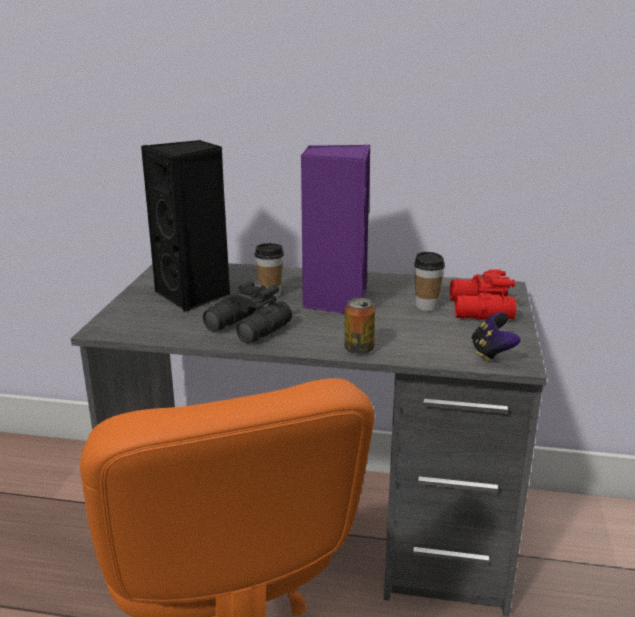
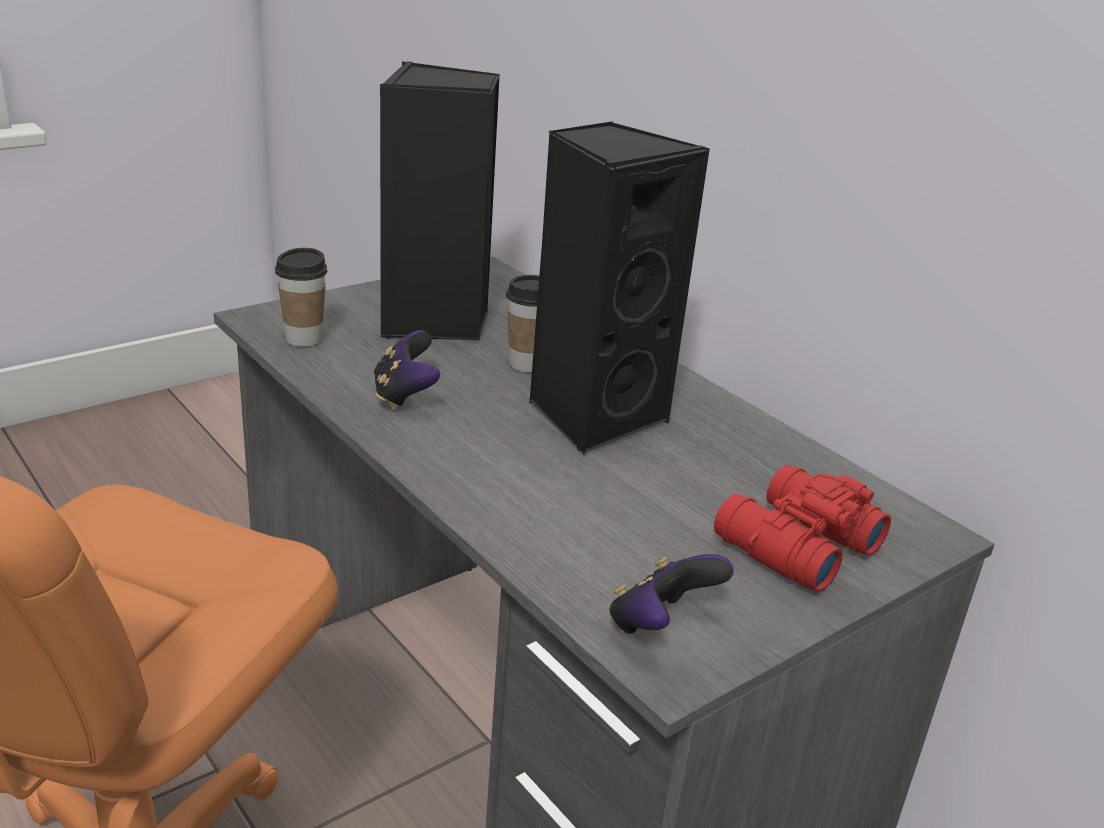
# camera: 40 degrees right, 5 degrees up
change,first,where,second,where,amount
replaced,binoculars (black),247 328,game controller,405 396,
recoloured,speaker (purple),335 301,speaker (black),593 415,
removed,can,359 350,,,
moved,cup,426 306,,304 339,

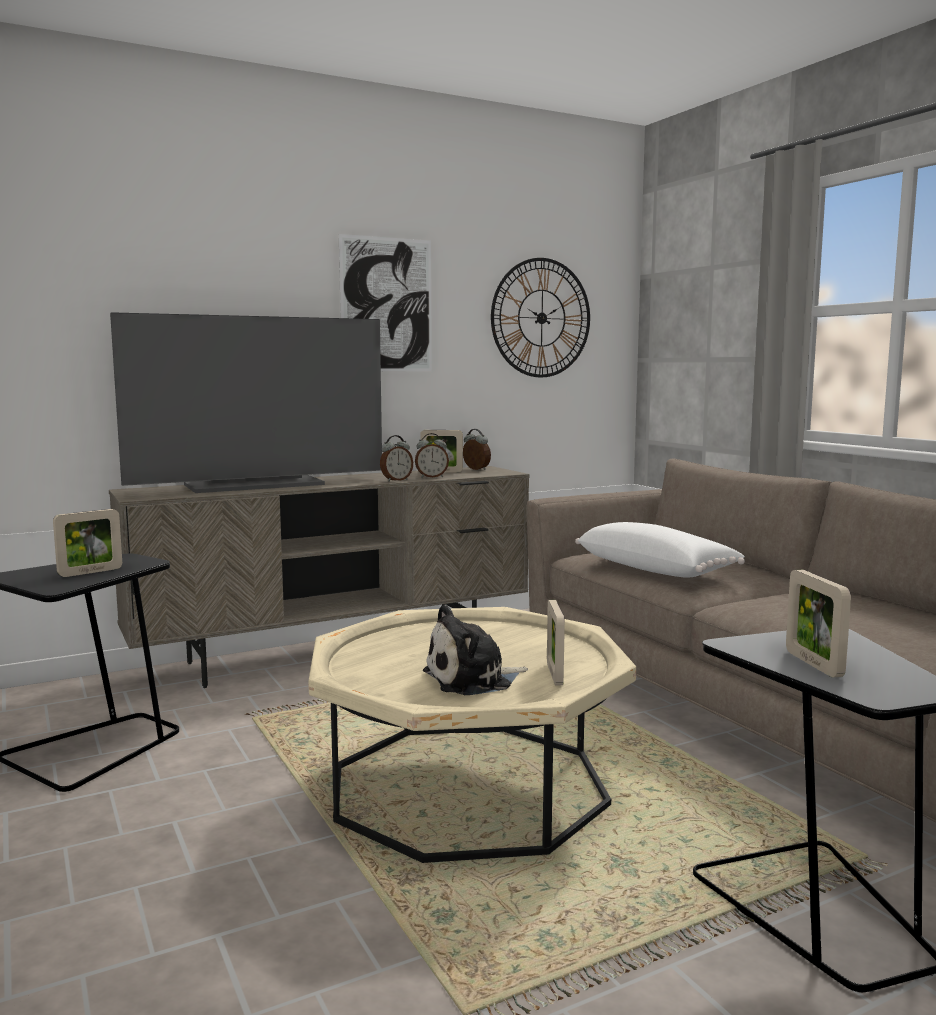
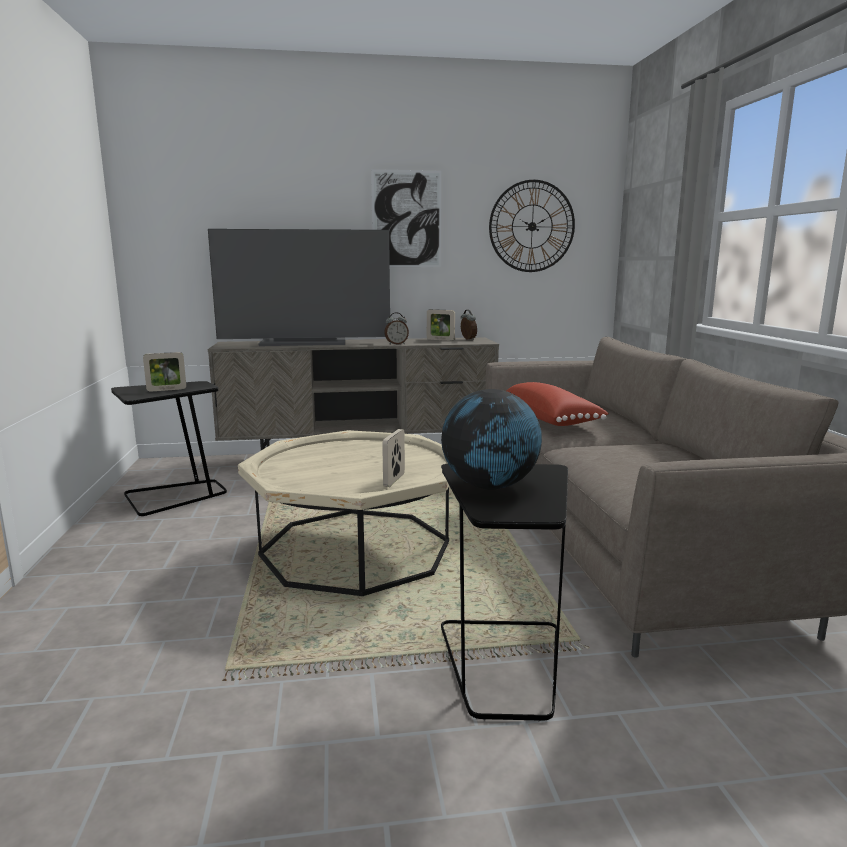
# camera: 20 degrees right, 5 degrees up
change,first,where,second,where,amount
removed,alarm clock,431 477,,,
removed,plush toy,473 680,,,
recoloured,pillow (white),656 570,pillow (red),551 419,
replaced,picture frame,813 664,globe,490 486,

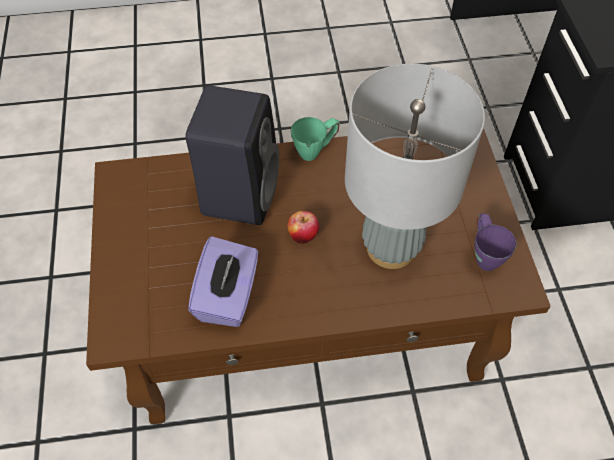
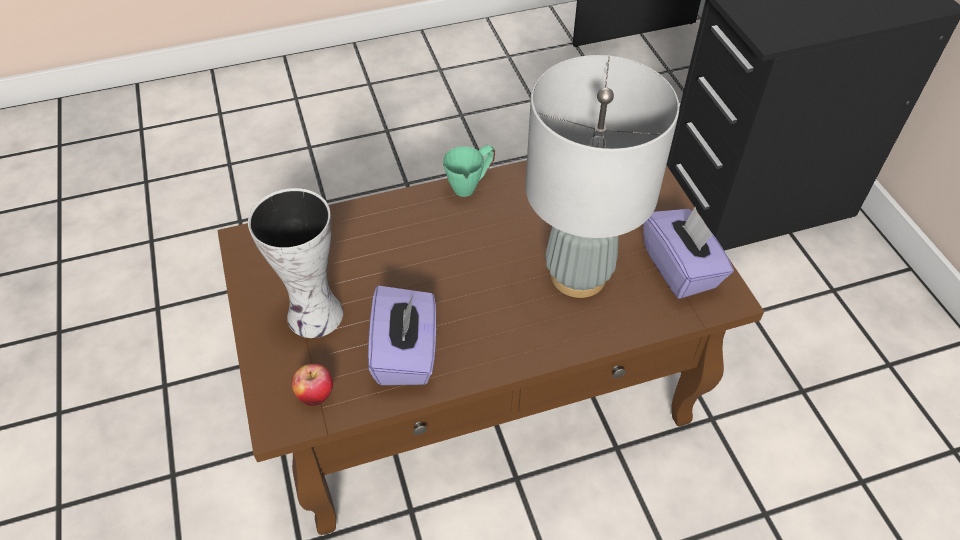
# camera: 10 degrees left, 5 degrees down
change,first,where,second,where,amount
removed,speaker (black),240 192,,,
moved,apple,303 236,,316 395,
replaced,mug (purple),484 254,tissue box (purple),680 268,
added,,,vase,312 316,

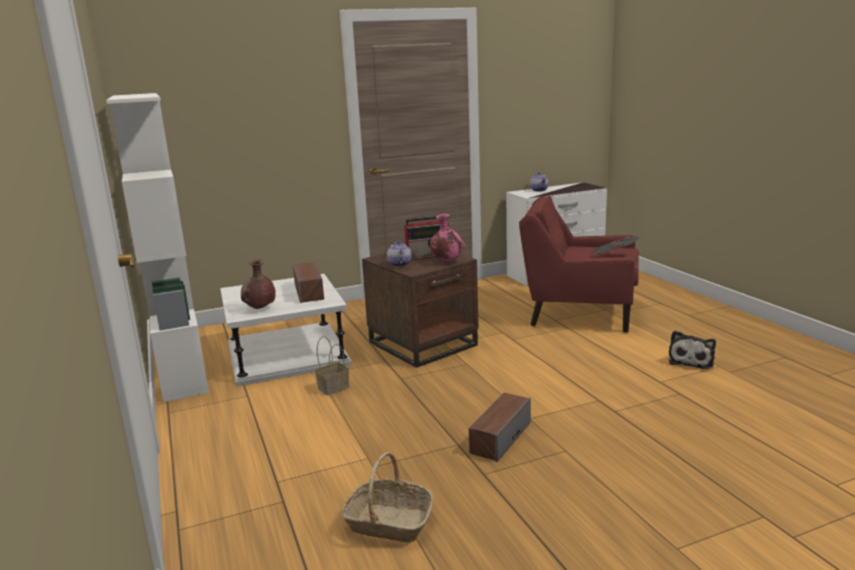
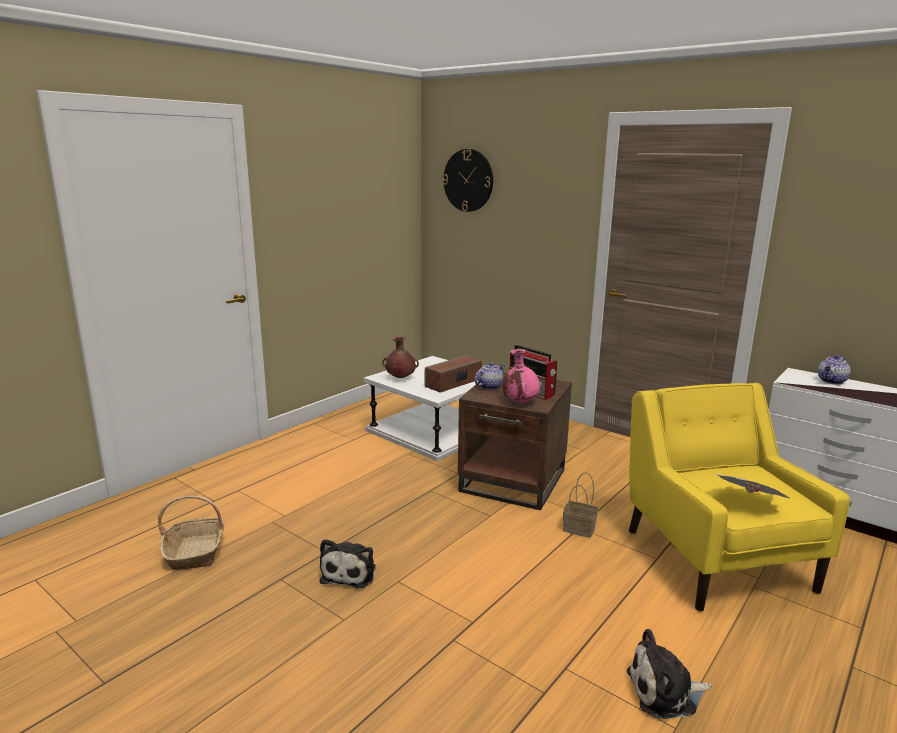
# camera: 60 degrees right, 0 degrees up
change,first,where,second,where,amount
removed,bookcase (white),180 367,,,
moved,basket,333 388,,577 529,
replaced,speaker,500 437,plush toy,350 572,
recoloured,armchair (red),578 313,armchair (yellow),715 557,
added,,,wall clock,468 180,

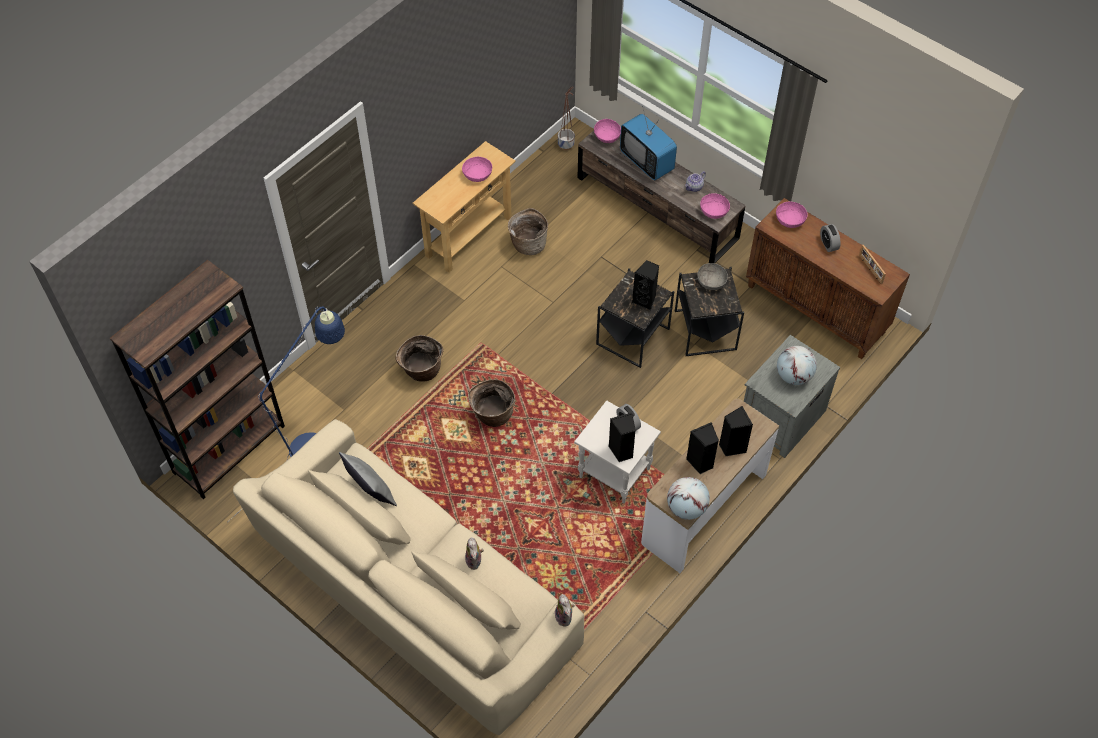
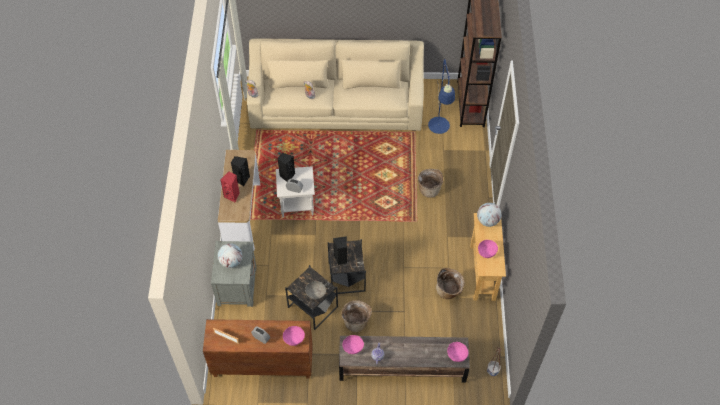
# camera: 140 degrees right, 0 degrees up
change,first,where,second,where,amount
removed,pillow (grey),370 492,,,
moved,basket,492 414,,356 321,
removed,television,647 161,,,
moved,globe,686 508,,487 221,
recoloured,speaker (black),731 446,speaker (red),232 195,

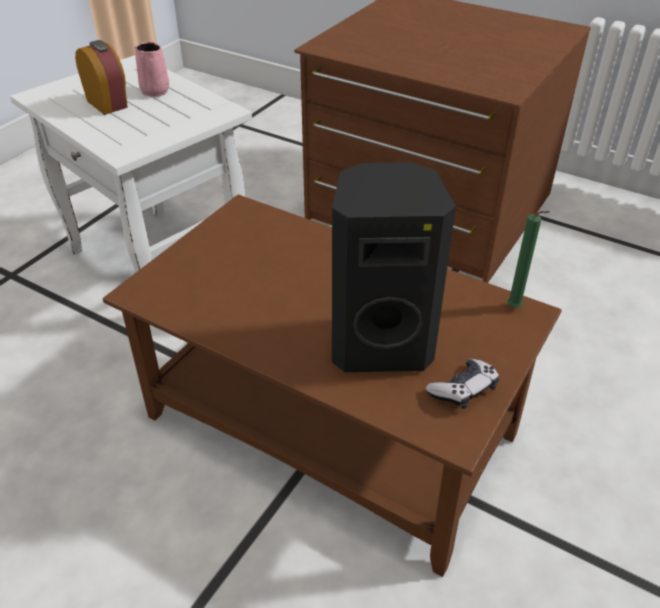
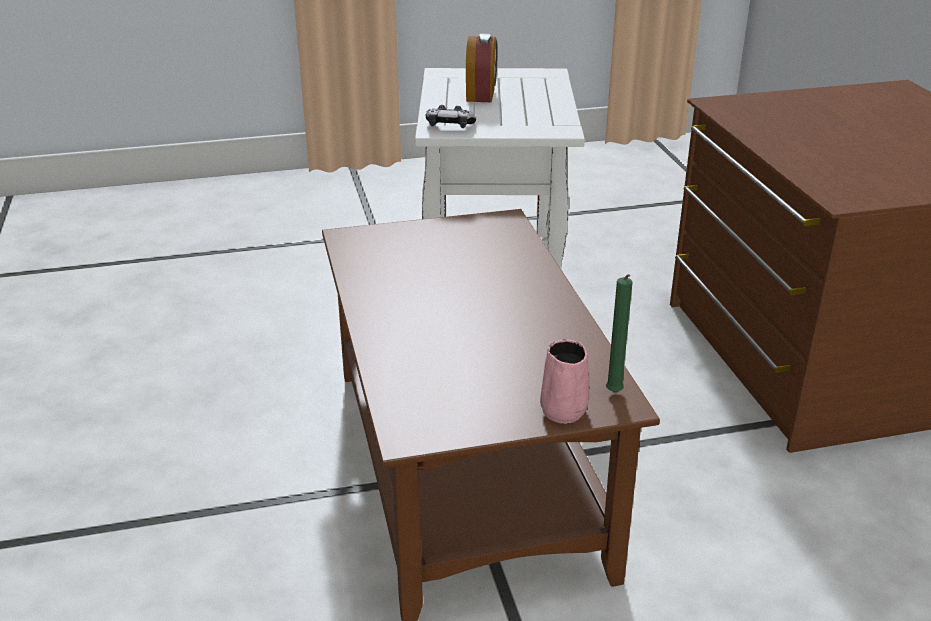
# camera: 45 degrees right, 10 degrees down
change,first,where,second,where,amount
moved,mug (pink),154 90,,564 409,
removed,speaker (black),380 344,,,
moved,game controller,463 390,,449 126,

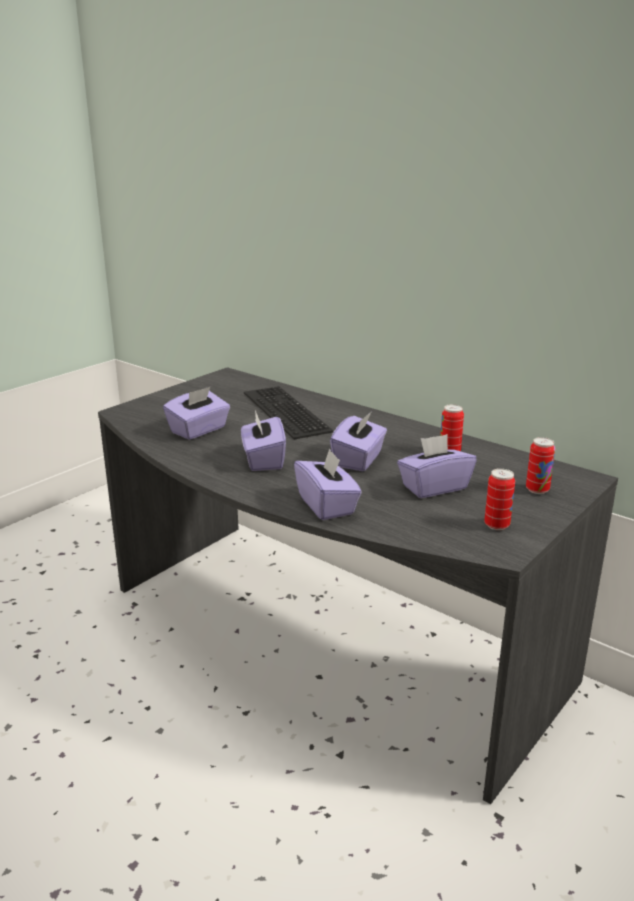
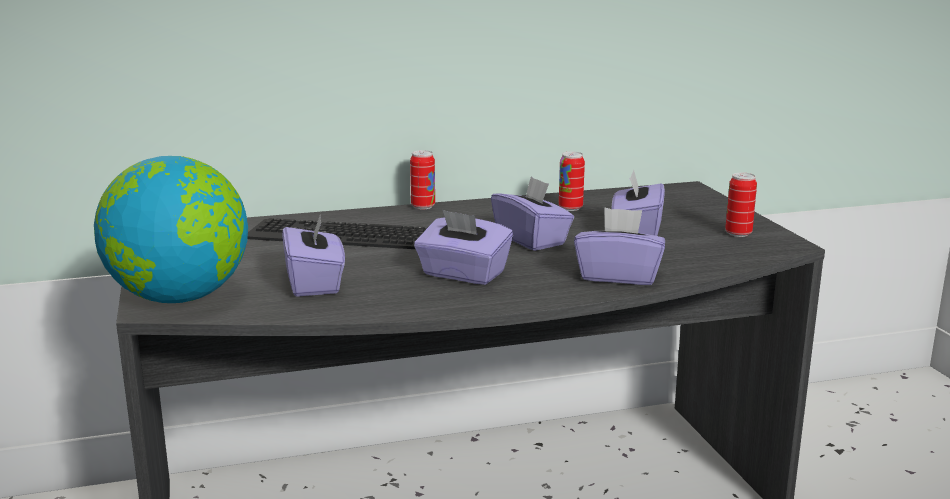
# camera: 55 degrees left, 5 degrees down
change,first,where,second,where,amount
moved,can,537 490,,423 206,
added,,,globe,180 298,

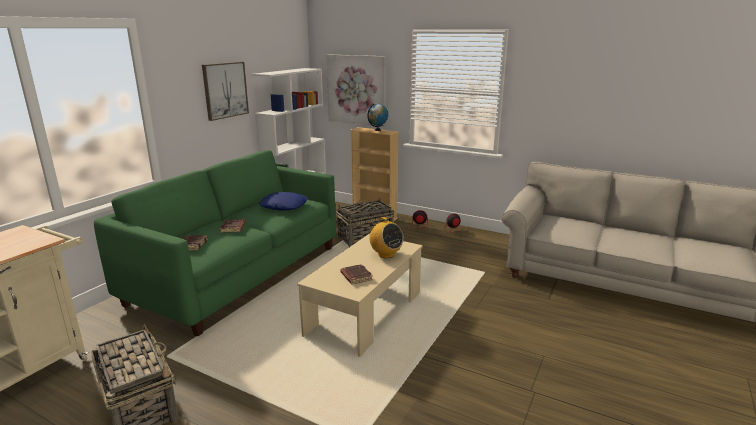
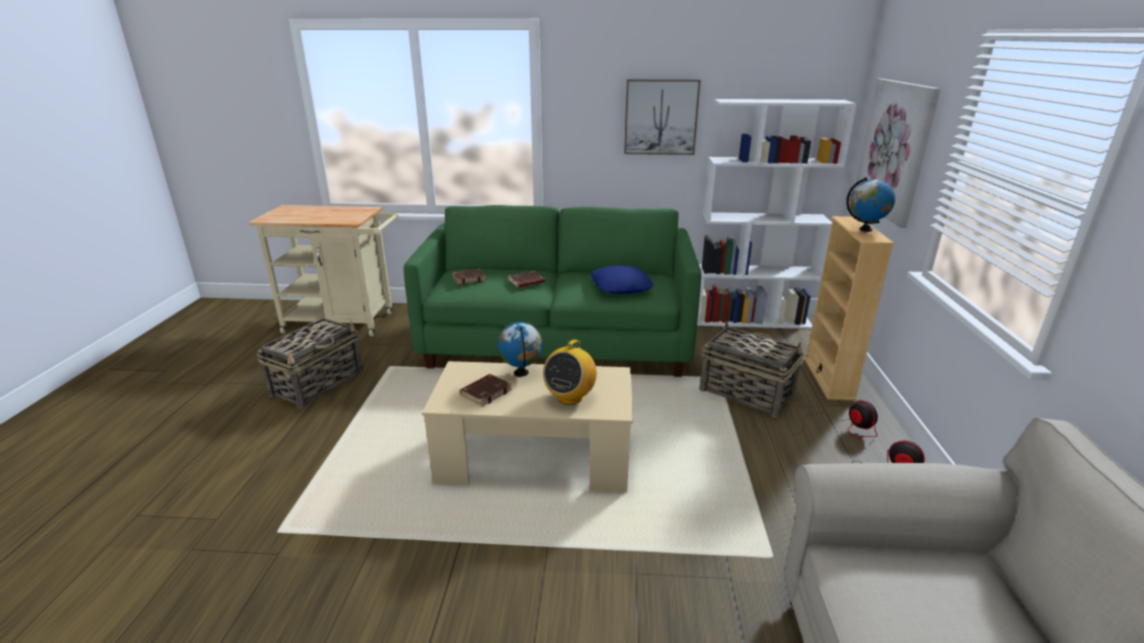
# camera: 65 degrees right, 5 degrees up
change,first,where,second,where,amount
added,,,globe,521 373,

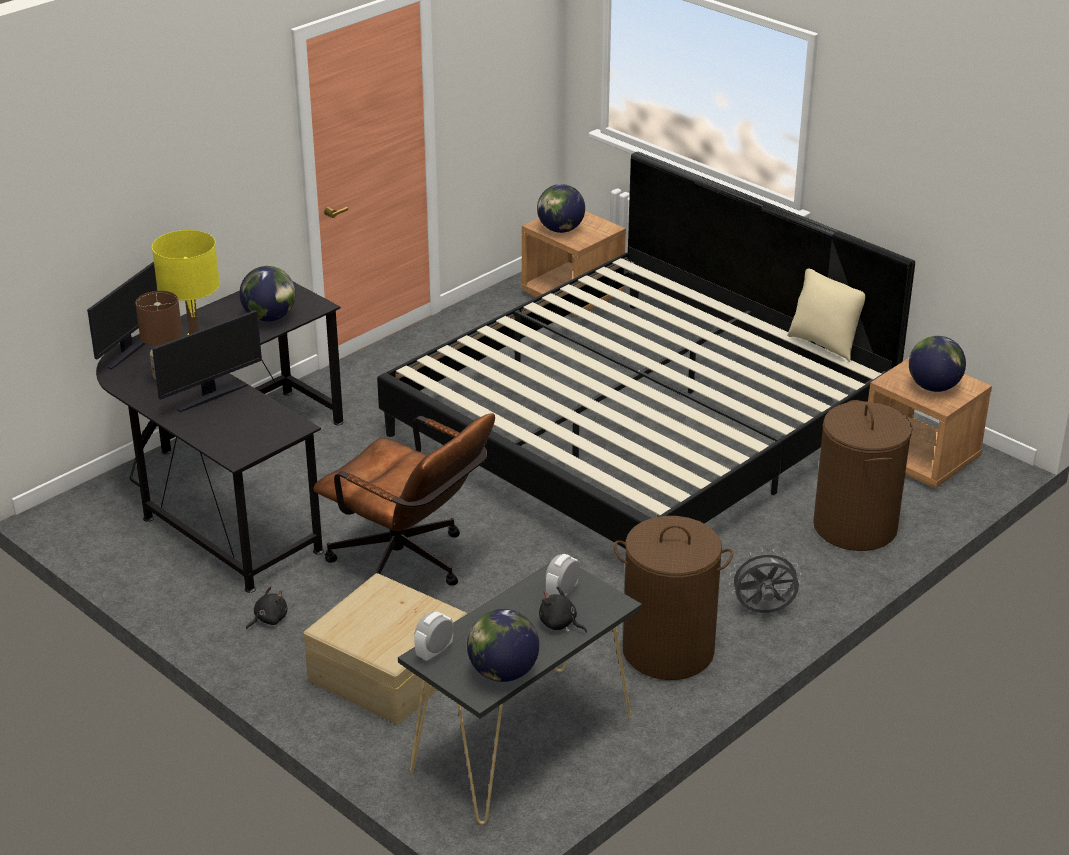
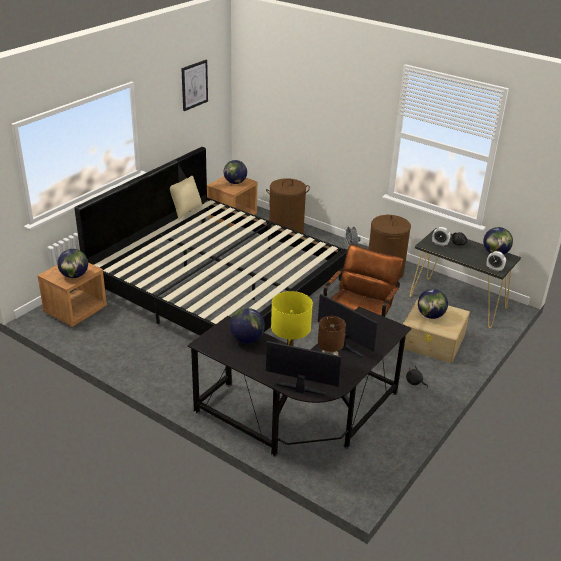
# camera: 100 degrees left, 0 degrees up
change,first,where,second,where,amount
added,,,picture,194 85,
added,,,globe,430 315,

